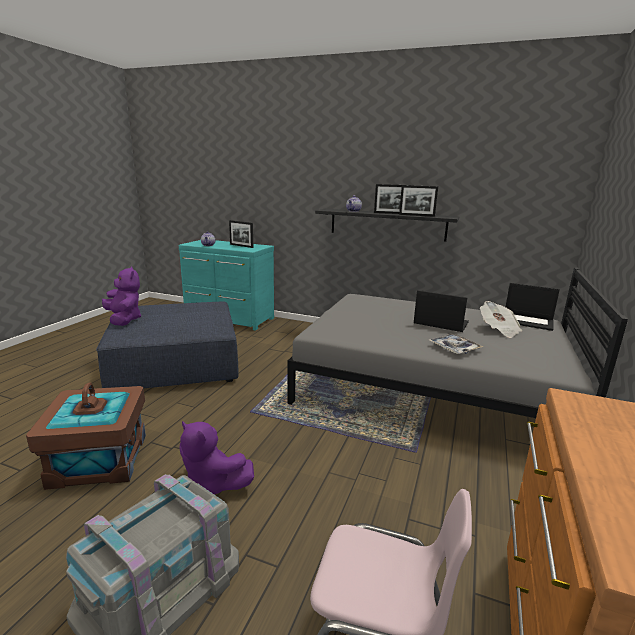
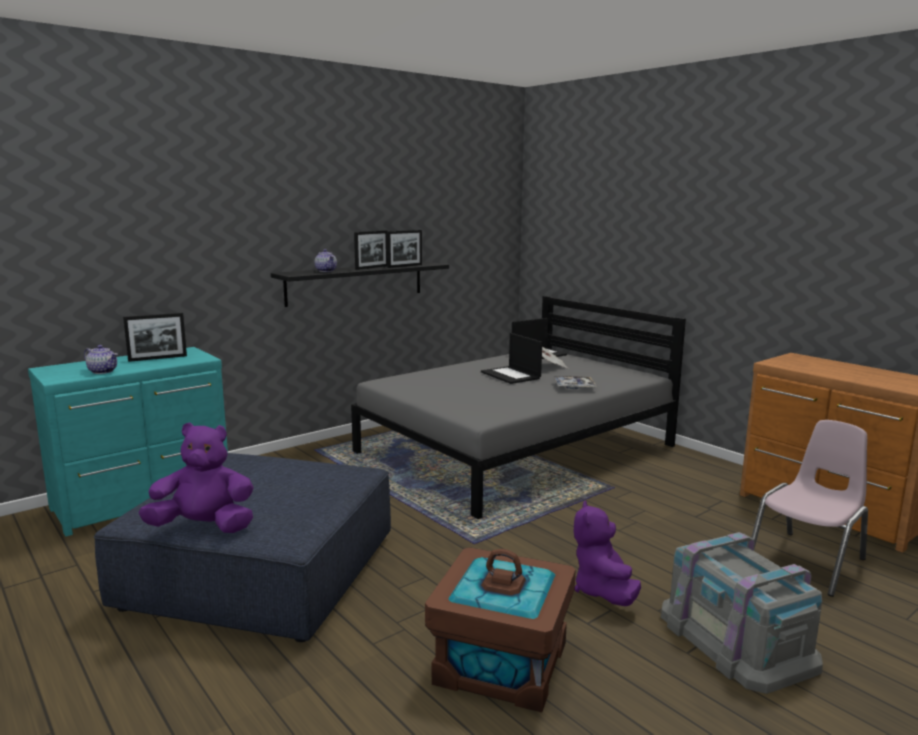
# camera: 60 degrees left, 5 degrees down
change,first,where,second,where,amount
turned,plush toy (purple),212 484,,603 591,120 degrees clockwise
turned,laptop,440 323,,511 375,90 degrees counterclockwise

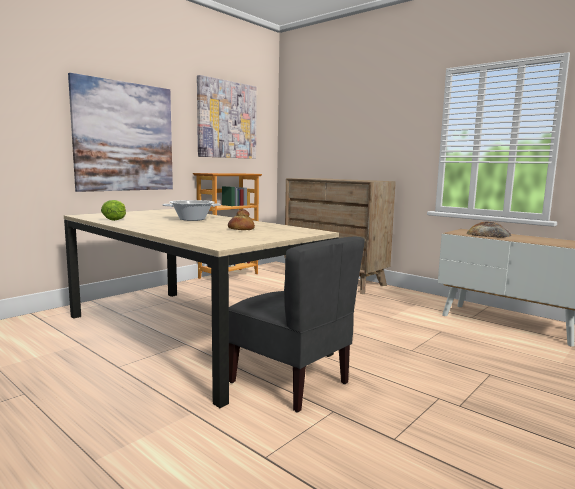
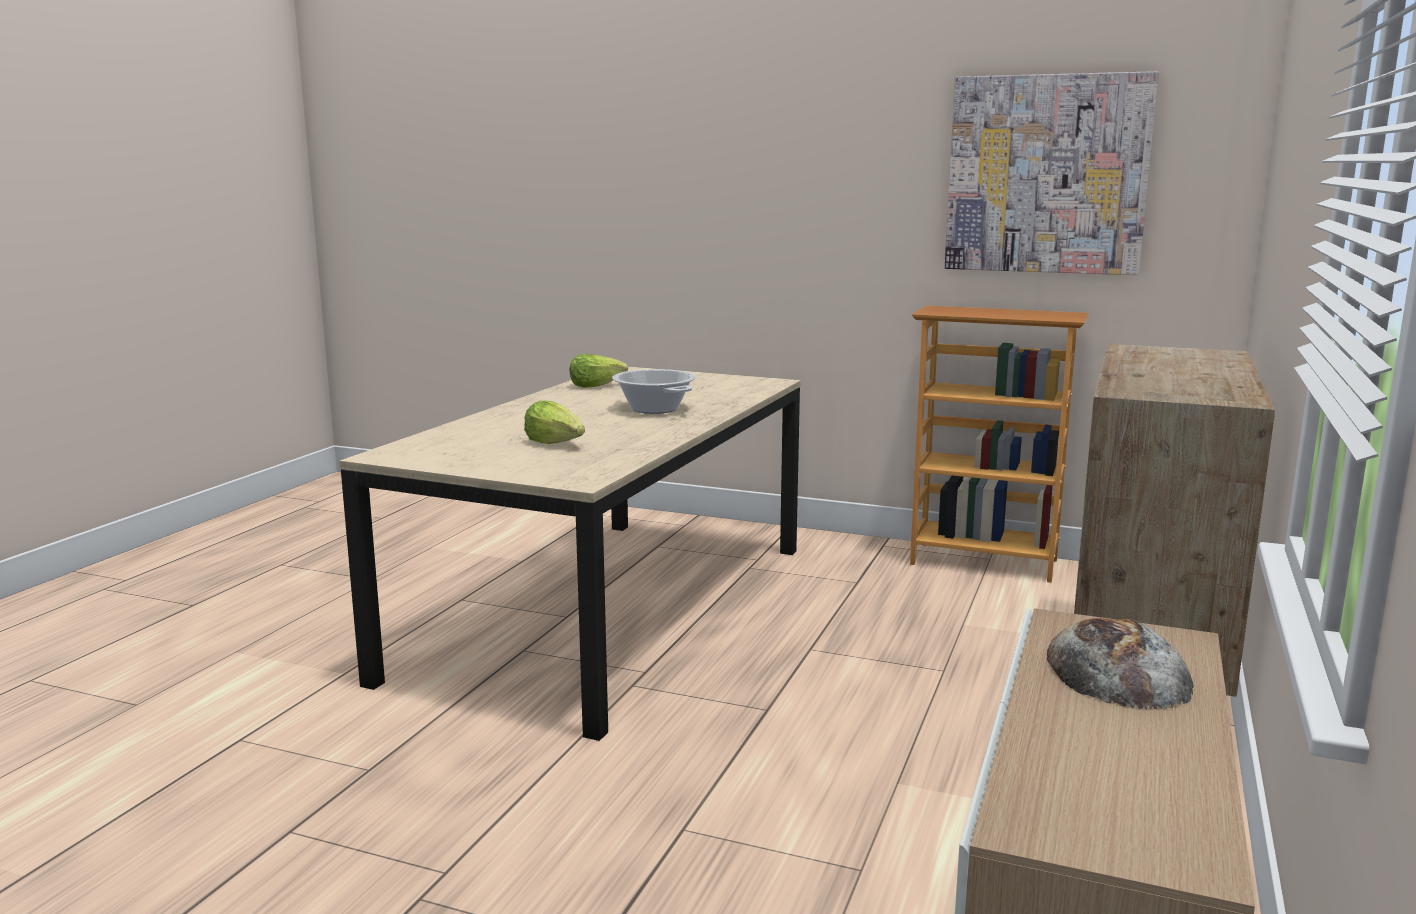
# camera: 70 degrees right, 5 degrees up
change,first,where,second,where,amount
removed,picture,124 137,,,
replaced,bread,241 229,lettuce,556 443,
removed,chair (grey),290 382,,,

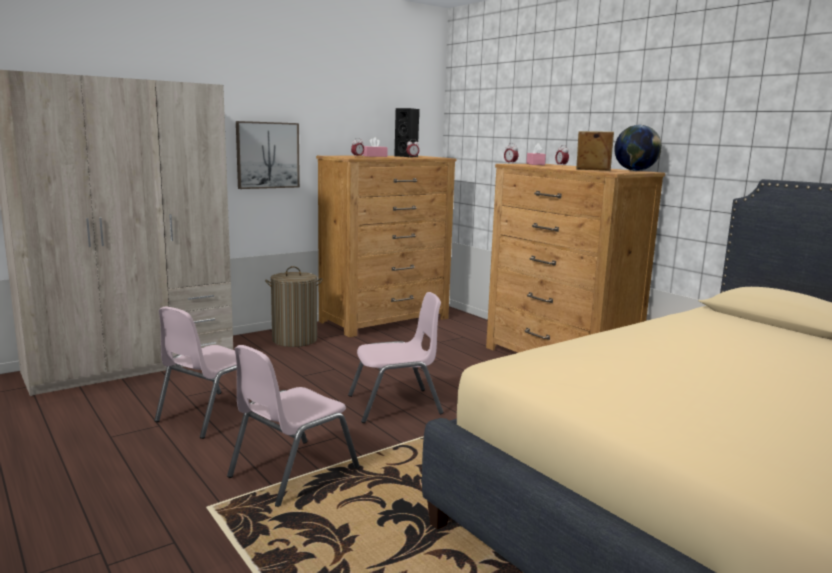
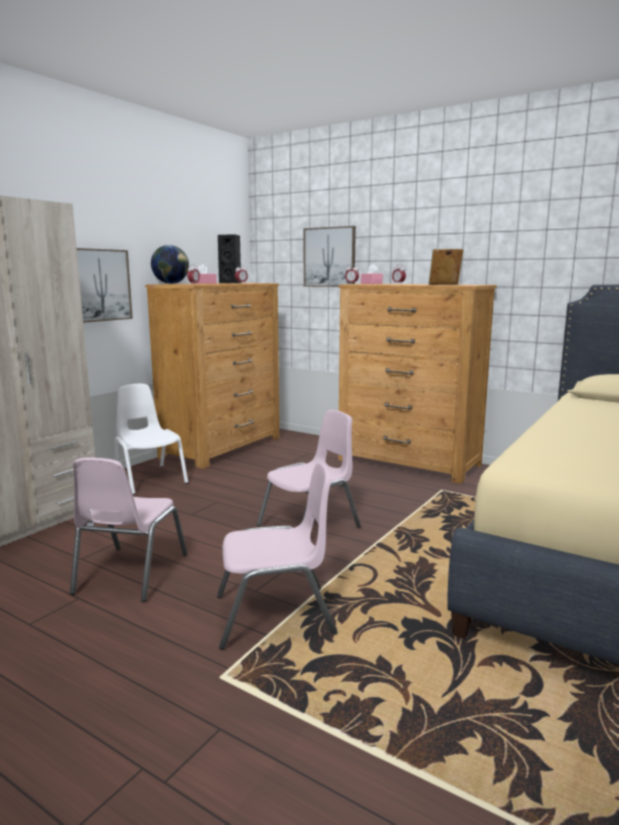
# camera: 20 degrees left, 0 degrees up
change,first,where,second,where,amount
turned,chair (pink),292 472,,275 616,120 degrees counterclockwise
replaced,laundry basket,295 340,chair (white),149 479,
moved,globe,635 171,,171 284,
added,,,picture,329 257,

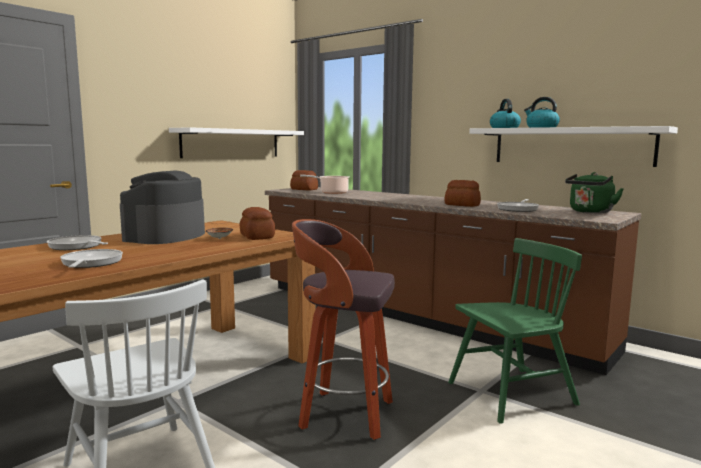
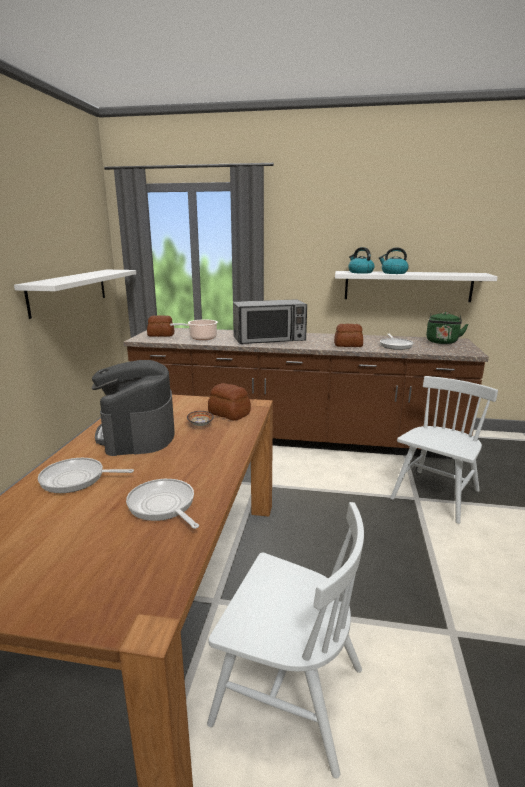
# camera: 30 degrees left, 10 degrees up
change,first,where,second,where,amount
removed,stool,344 415,,,
recoloured,chair (green),511 394,chair (white),435 495,
added,,,microwave,269 339,

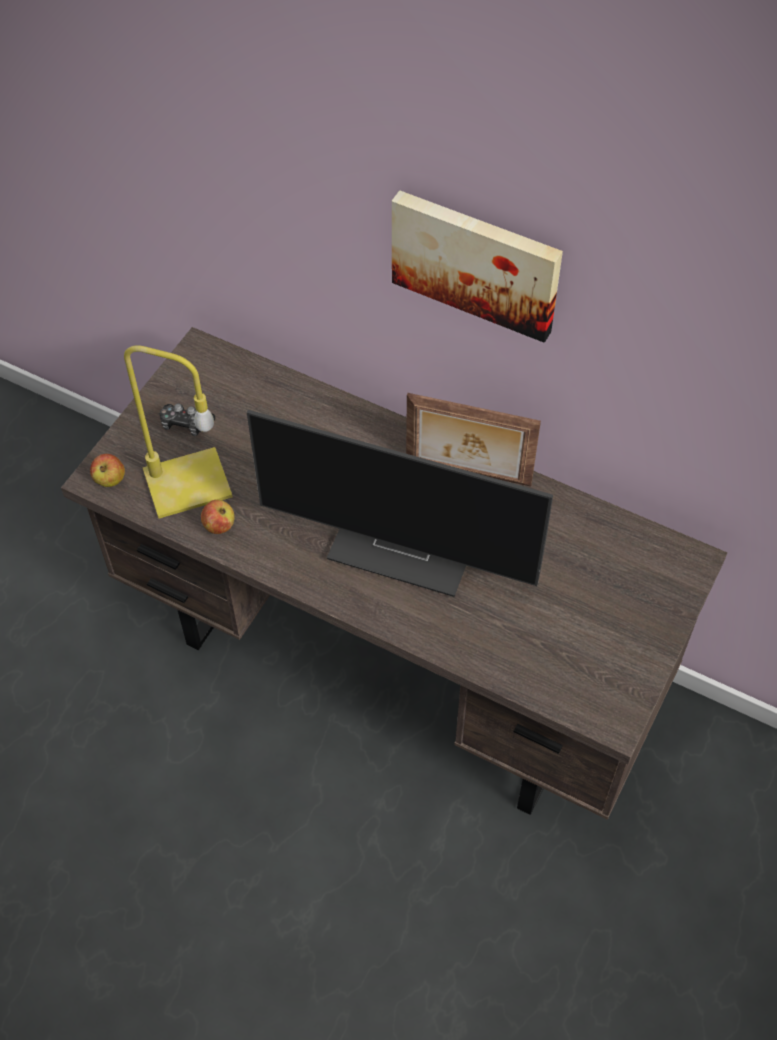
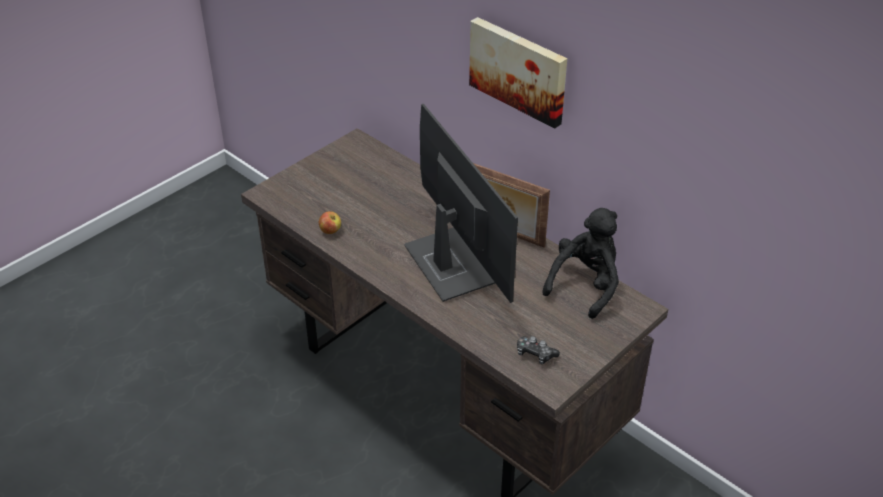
# camera: 15 degrees right, 15 degrees down
change,first,where,second,where,amount
removed,apple,110 479,,,
removed,table lamp (yellow),185 485,,,
moved,game controller,185 424,,535 354,
turned,monitor,407 546,,448 264,150 degrees counterclockwise
added,,,plush toy (black),585 285,

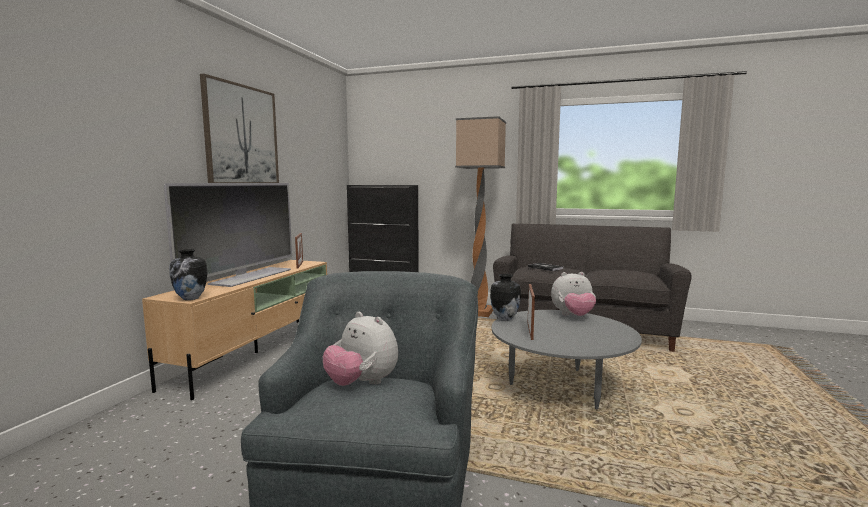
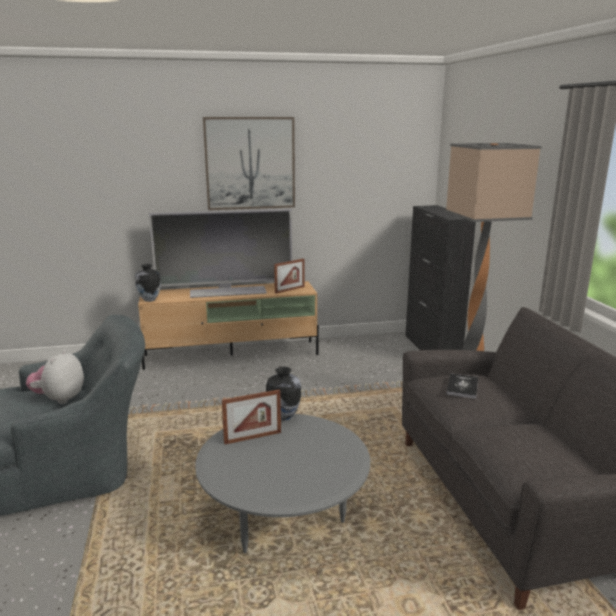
# camera: 60 degrees right, 10 degrees up
change,first,where,second,where,amount
removed,plush toy,573 316,,,

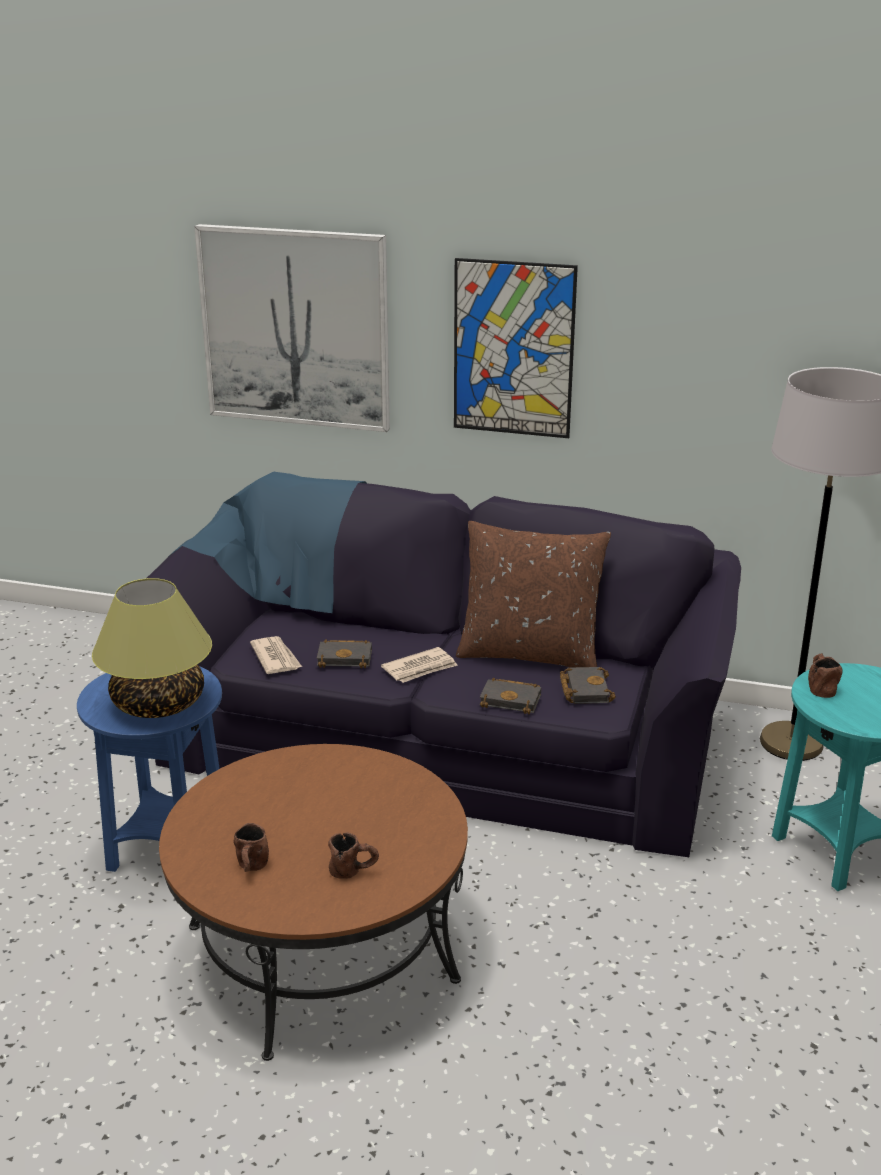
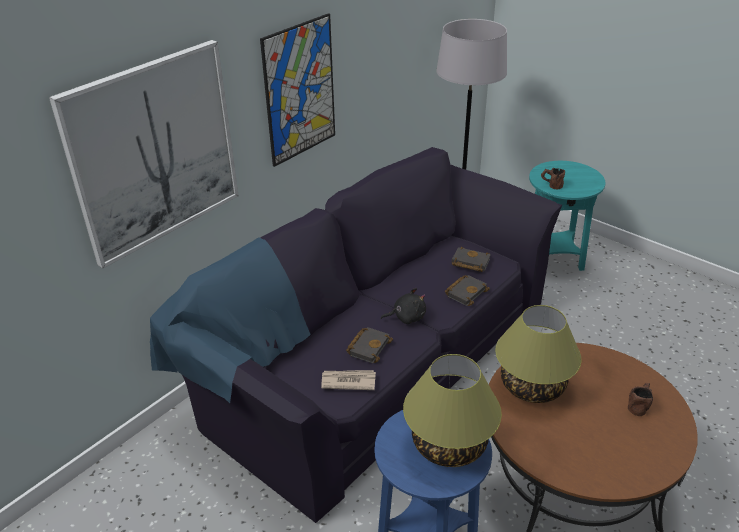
# camera: 65 degrees left, 10 degrees up
change,first,where,second,where,amount
removed,mug (brown),251 868,,,
replaced,newspaper,420 668,plush toy (black),406 317,
removed,pillow (brown),530 654,,,
added,,,table lamp,532 386,

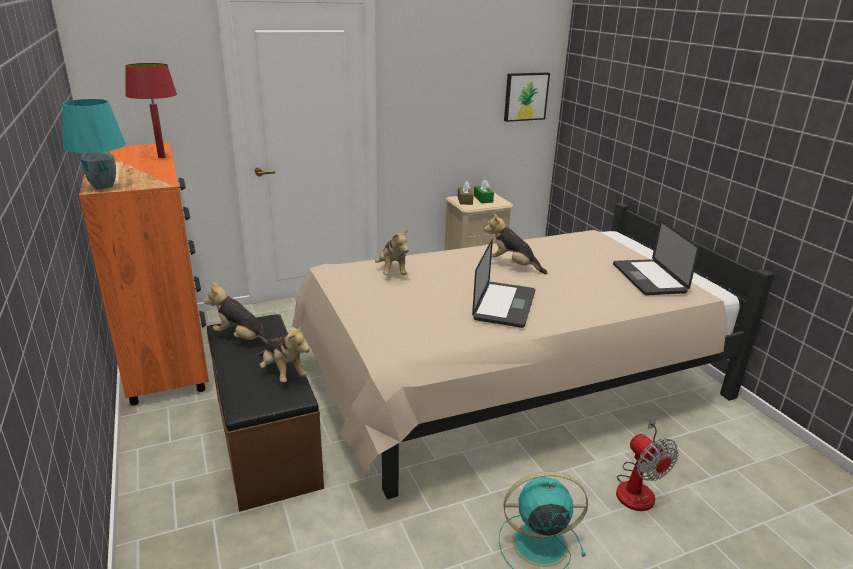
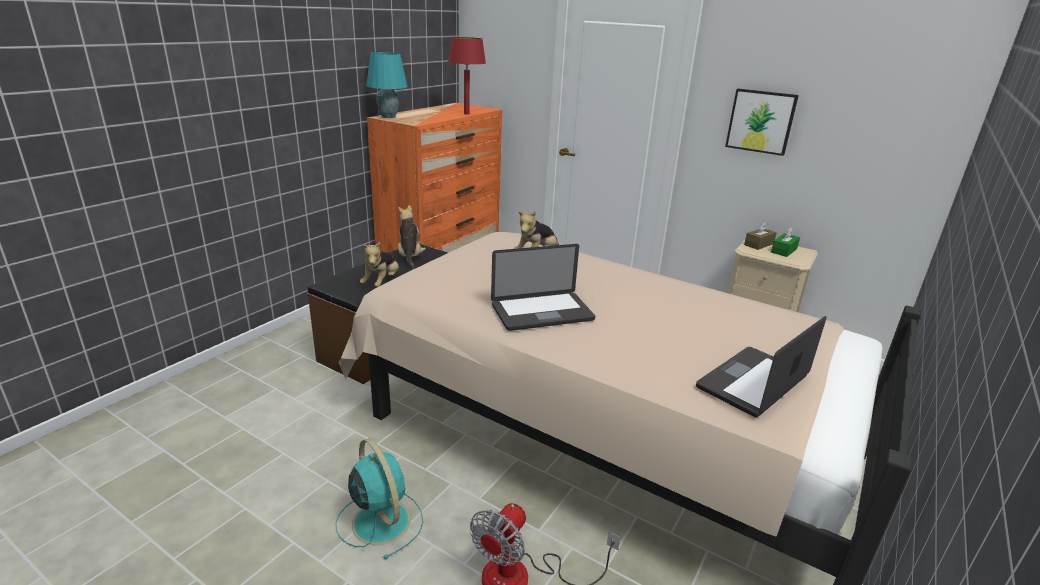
# camera: 55 degrees right, 0 degrees up
change,first,where,second,where,amount
removed,plush toy,512 266,,,
moved,picture,525 96,,761 121,

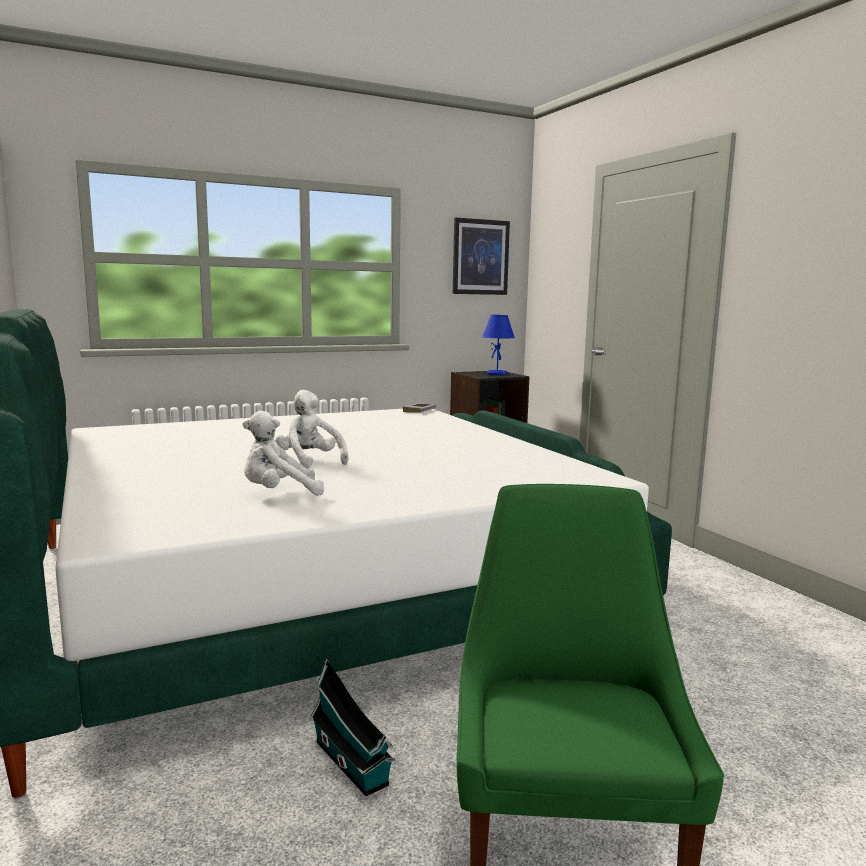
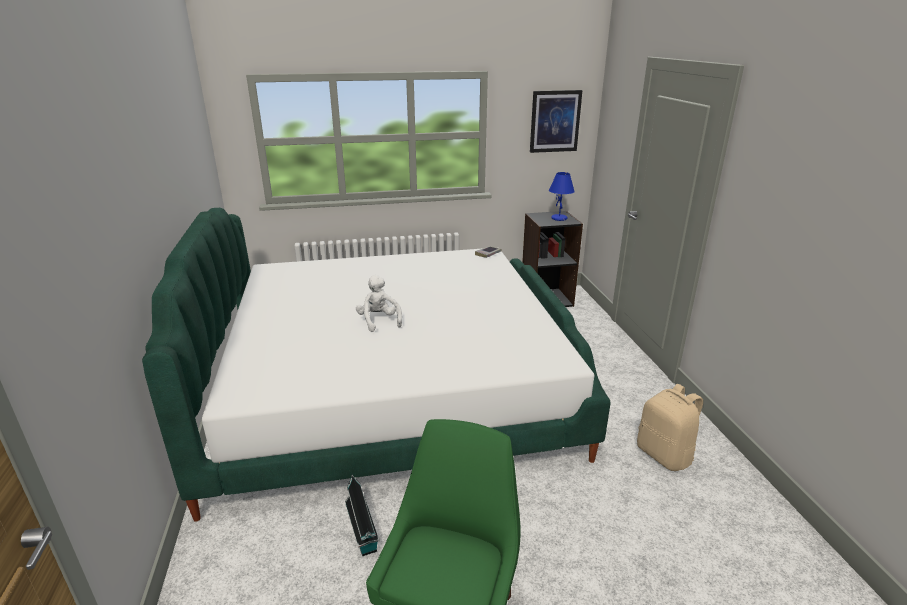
# camera: 15 degrees right, 15 degrees up
change,first,where,second,where,amount
removed,plush toy (white),279 494,,,
added,,,backpack (beige),665 455,

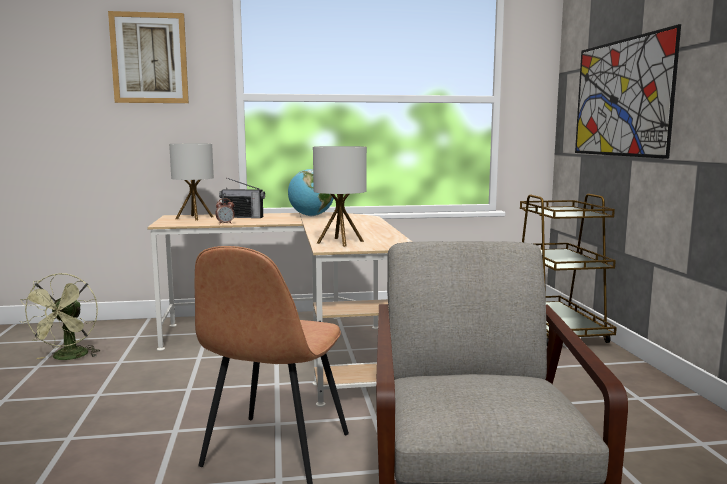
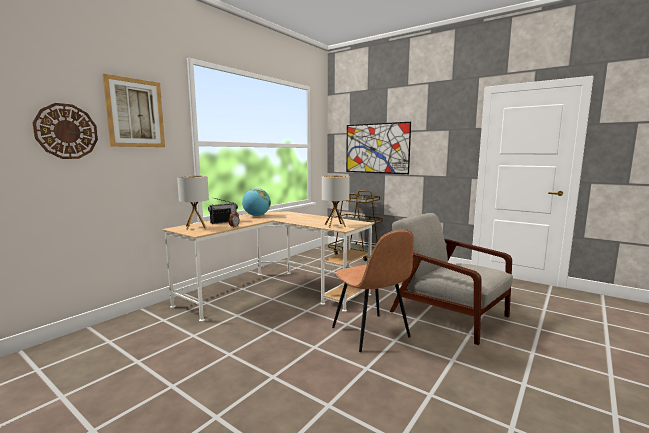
# camera: 45 degrees left, 0 degrees up
change,first,where,second,where,amount
removed,fan (green),68 358,,,
added,,,wall clock,66 131,

